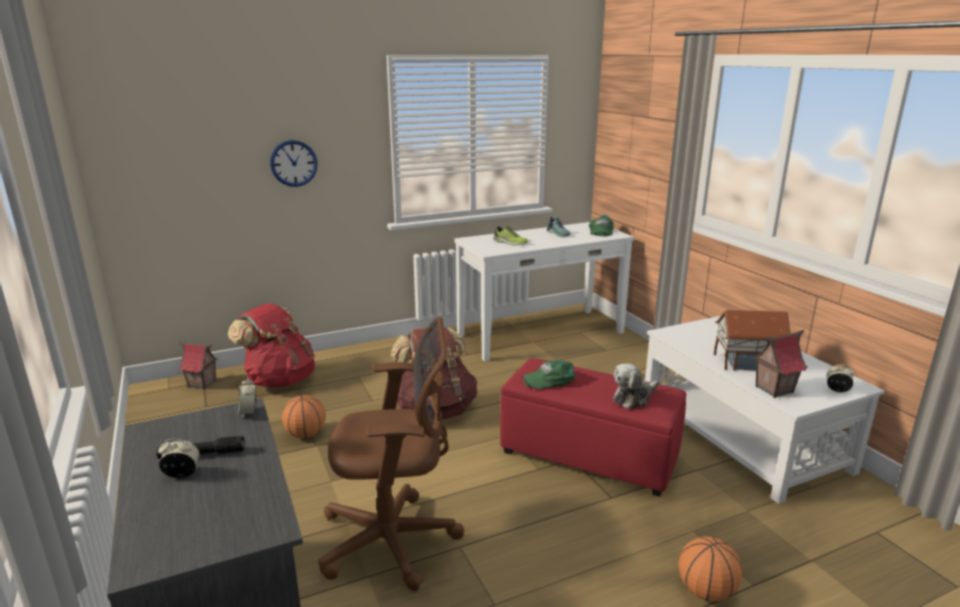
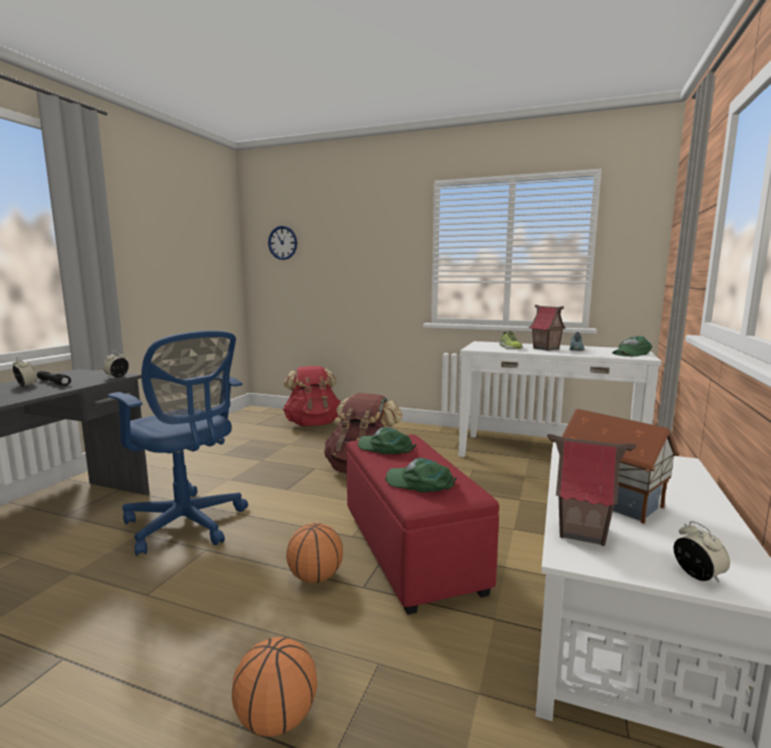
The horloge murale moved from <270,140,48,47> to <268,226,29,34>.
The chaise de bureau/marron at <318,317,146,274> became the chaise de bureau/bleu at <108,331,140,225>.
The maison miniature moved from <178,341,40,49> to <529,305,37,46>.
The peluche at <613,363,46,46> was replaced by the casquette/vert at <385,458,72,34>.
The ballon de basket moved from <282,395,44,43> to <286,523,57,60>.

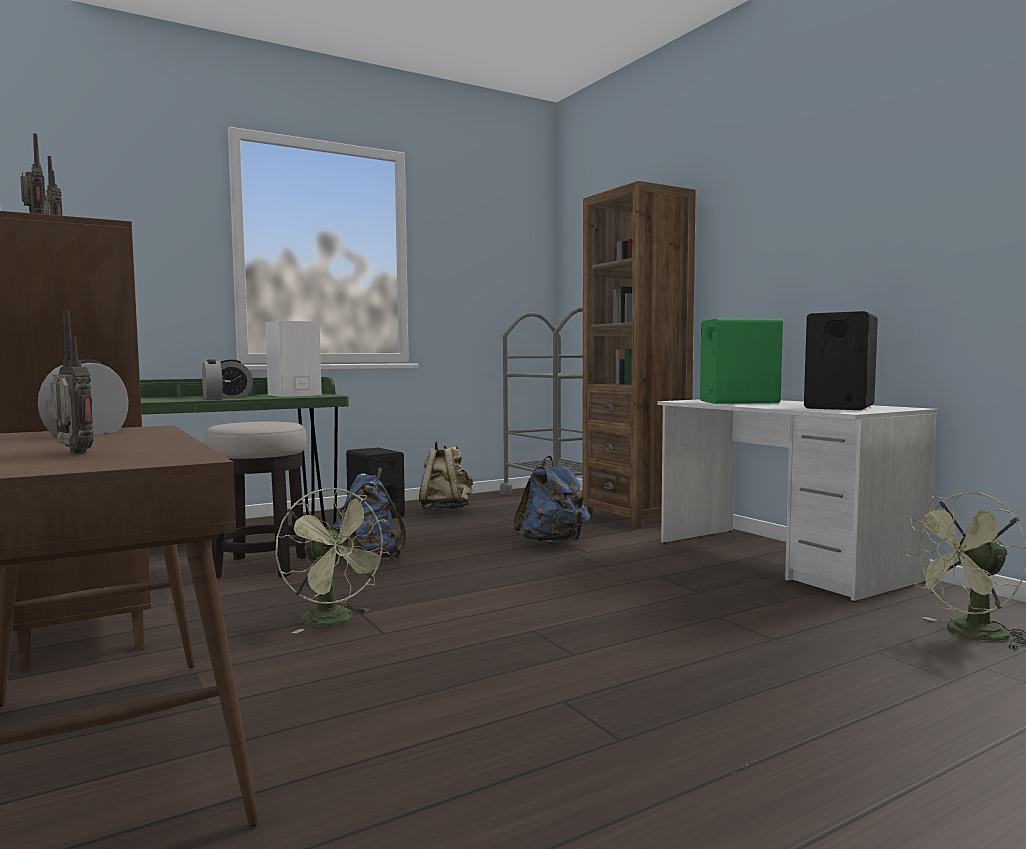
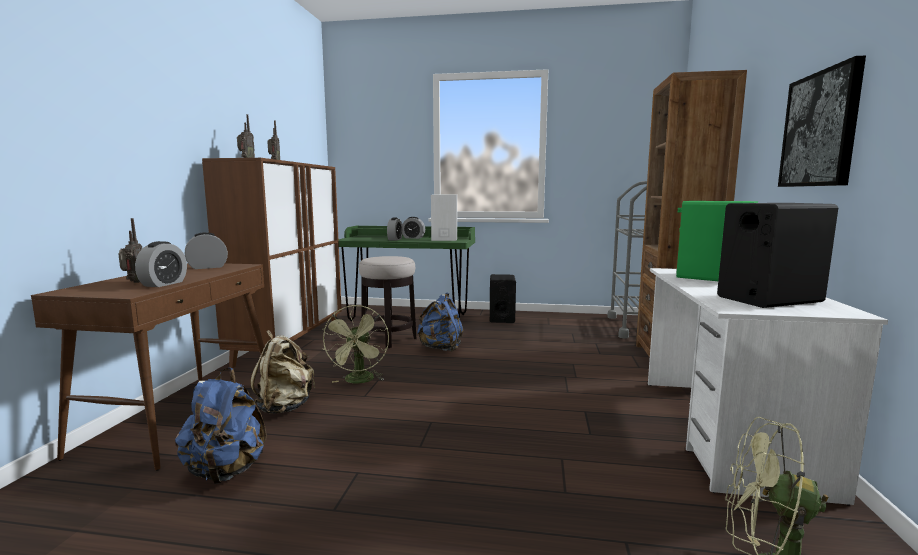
The sac à dos/beige moved from <419,441,54,69> to <250,330,65,84>.
The sac à dos/bleu moved from <513,456,77,88> to <175,368,92,116>.
The tableau at <778,55,88,132> appeared.
The réveil at <135,241,52,46> appeared.

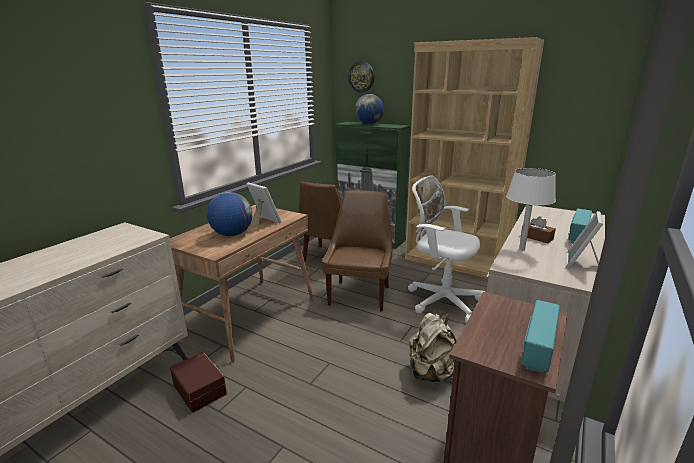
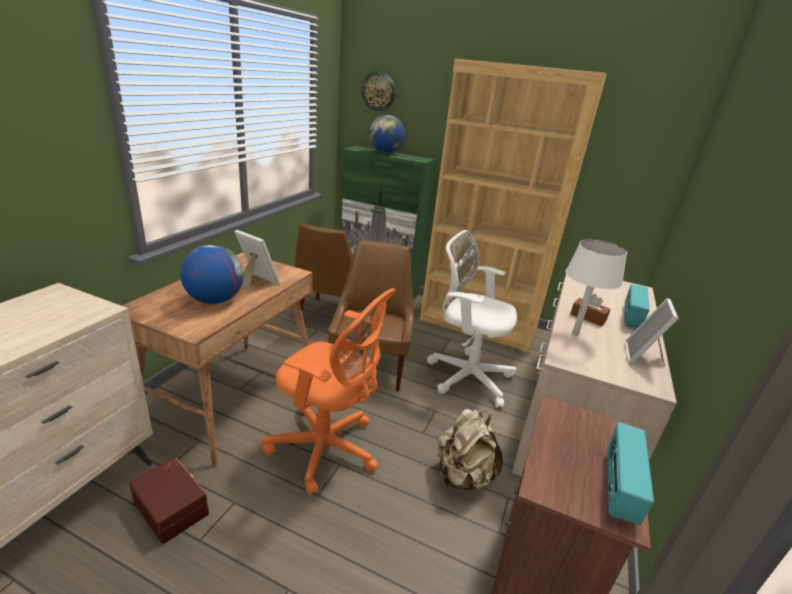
The chaise de bureau/orange at <261,288,135,208> appeared.

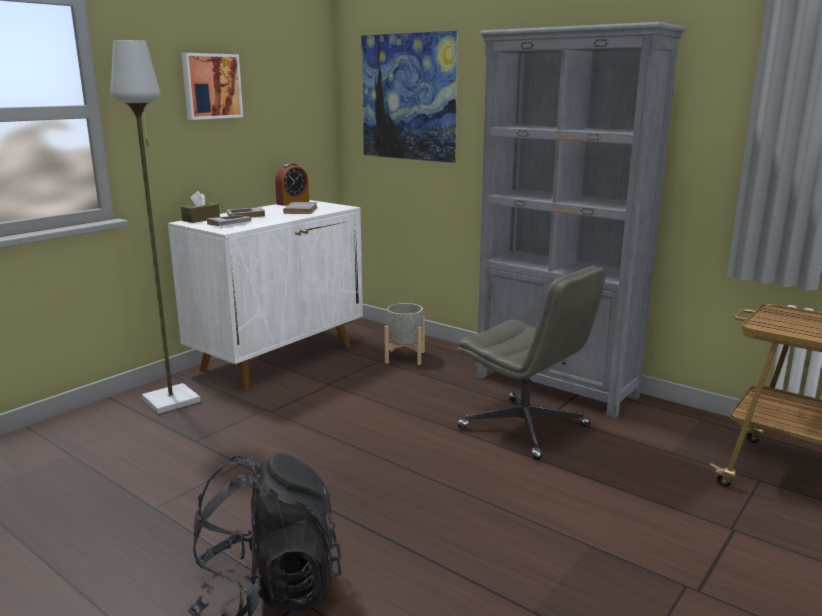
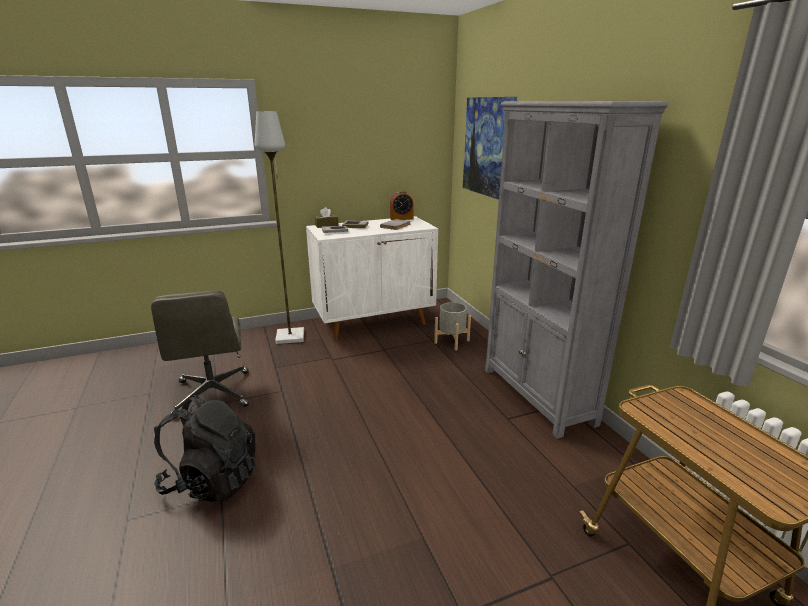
The tableau at <181,53,62,67> disappeared.
The chaise de bureau/gris moved from <457,265,149,195> to <151,291,98,127>.

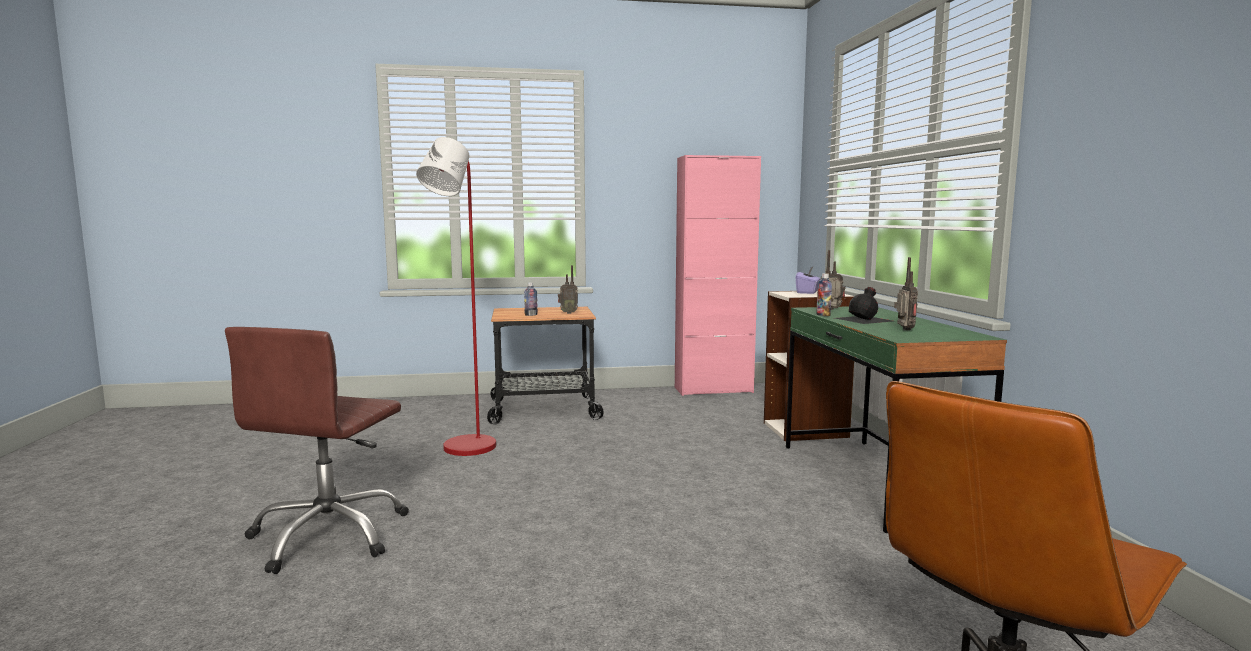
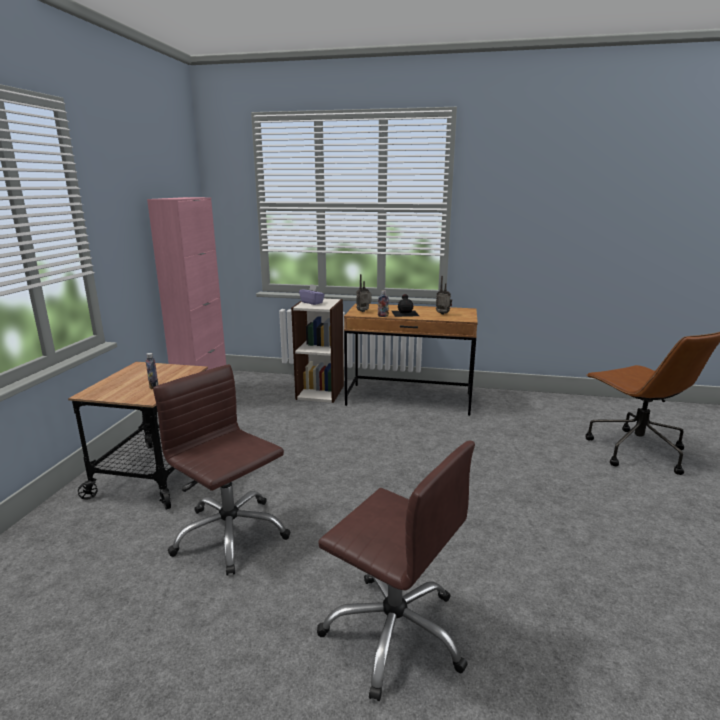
The lampadaire/rouge at <416,137,80,319> was replaced by the chaise de bureau/marron at <153,364,138,211>.
The radio at <558,265,20,49> disappeared.
The bureau/vert at <786,306,221,227> became the bureau/marron at <344,303,134,113>.

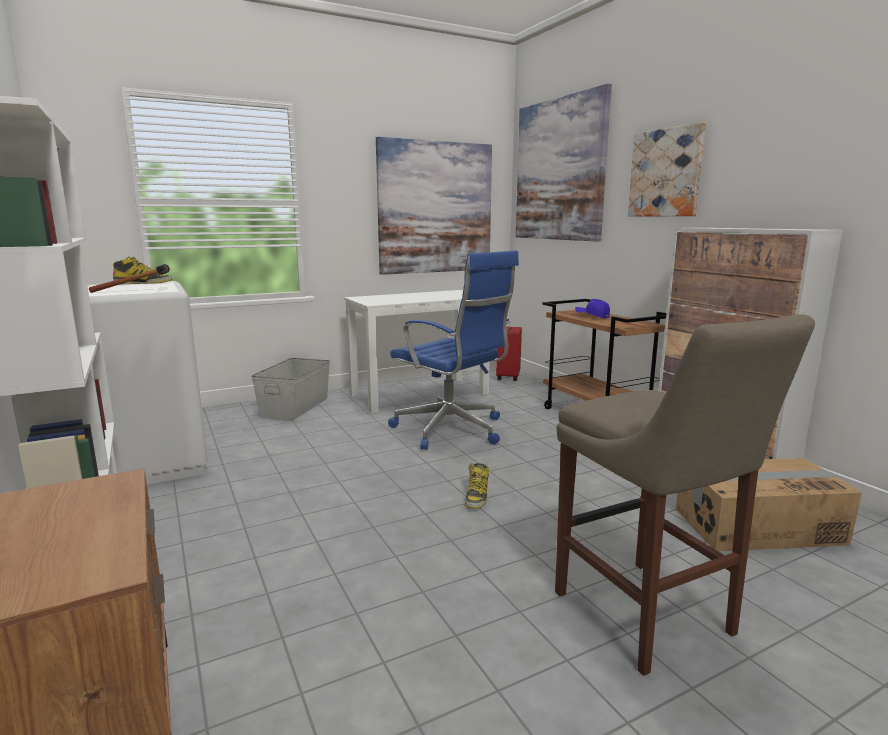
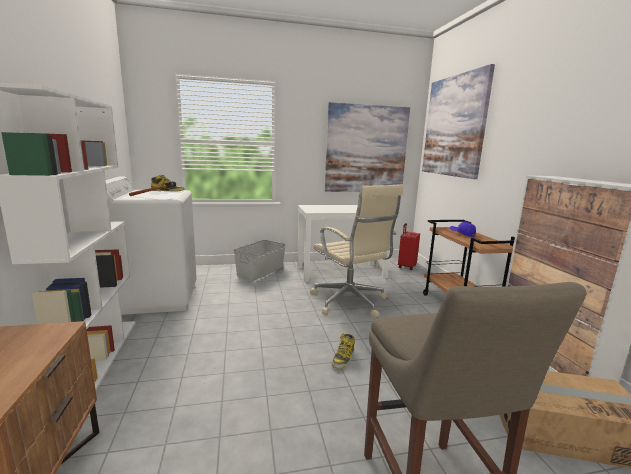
The tableau at <628,122,78,95> disappeared.
The chaise de bureau/bleu at <388,250,131,200> became the chaise de bureau/beige at <310,184,93,134>.

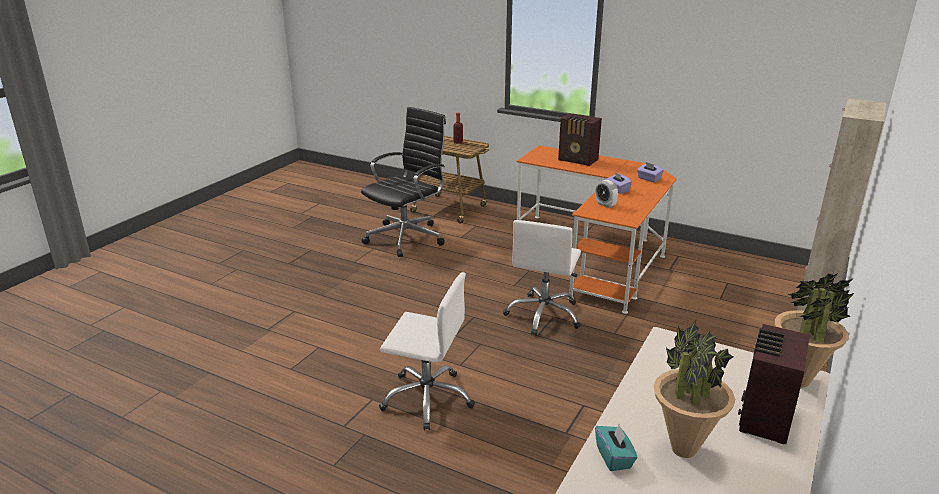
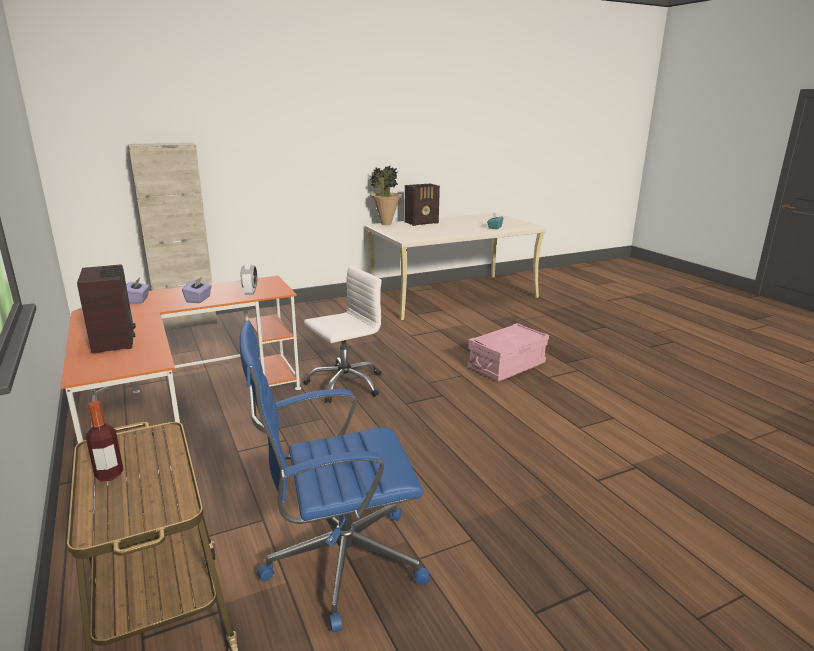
The chaise de bureau/noir at <361,107,85,150> became the chaise de bureau/bleu at <240,320,189,313>.
The chaise de bureau/blanc at <379,272,96,158> was replaced by the boîte de rangement/rose at <468,323,81,58>.
The plante en pot at <654,320,81,138> disappeared.

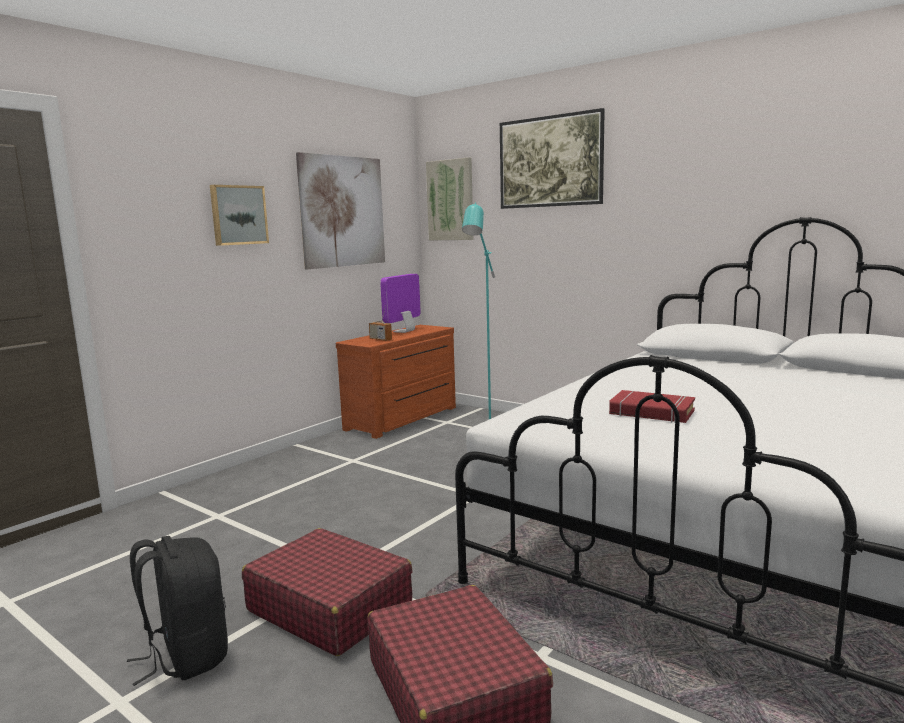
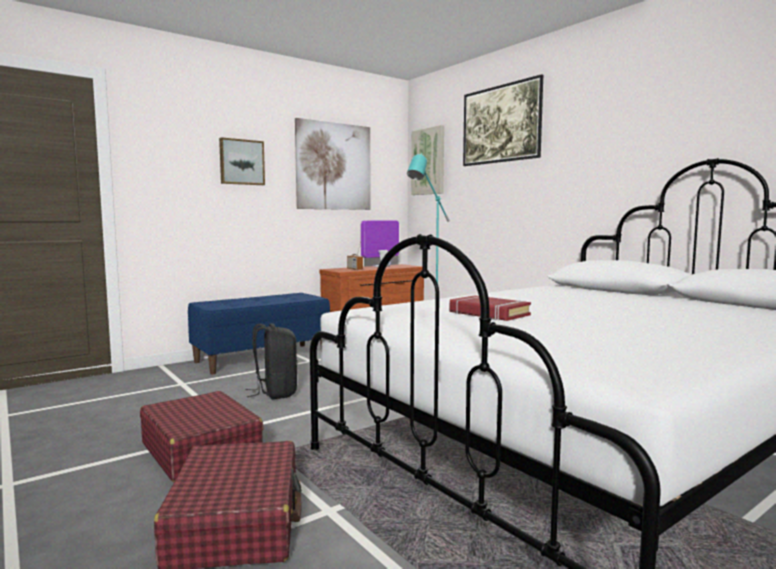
The sac à dos/noir moved from <127,536,101,150> to <246,323,51,76>.
The banc/bleu at <188,293,142,81> appeared.

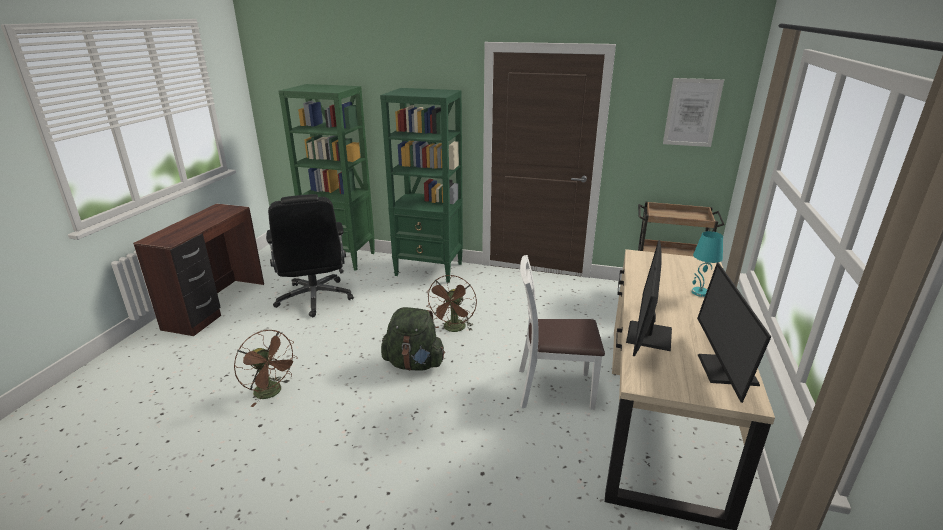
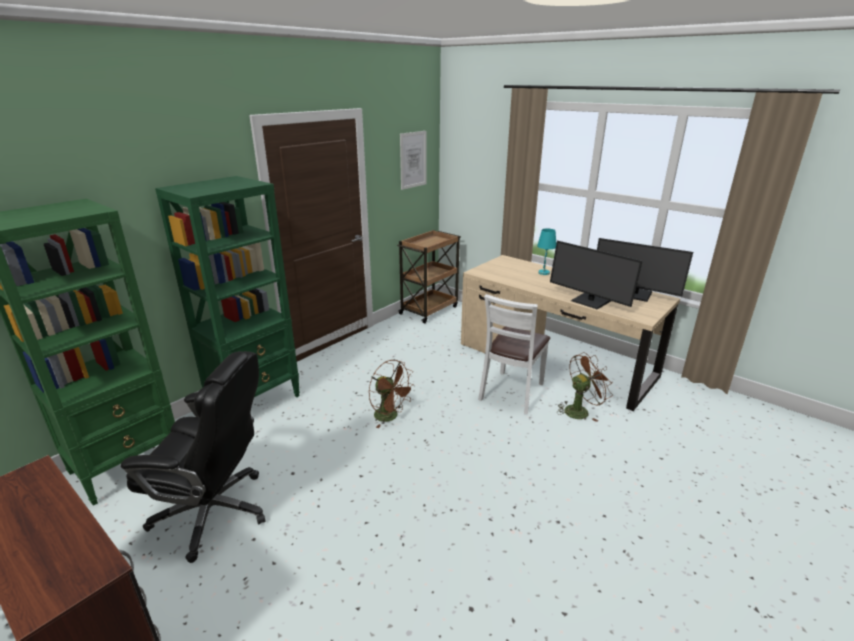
The sac à dos/vert at <381,307,64,64> disappeared.
The ventilateur/marron moved from <234,330,64,77> to <557,352,56,70>.

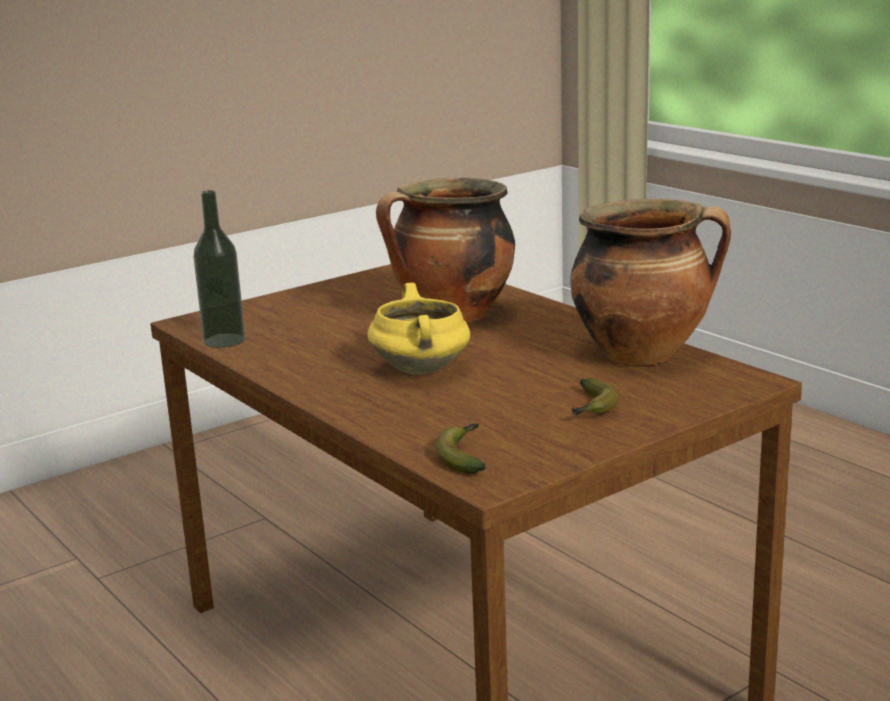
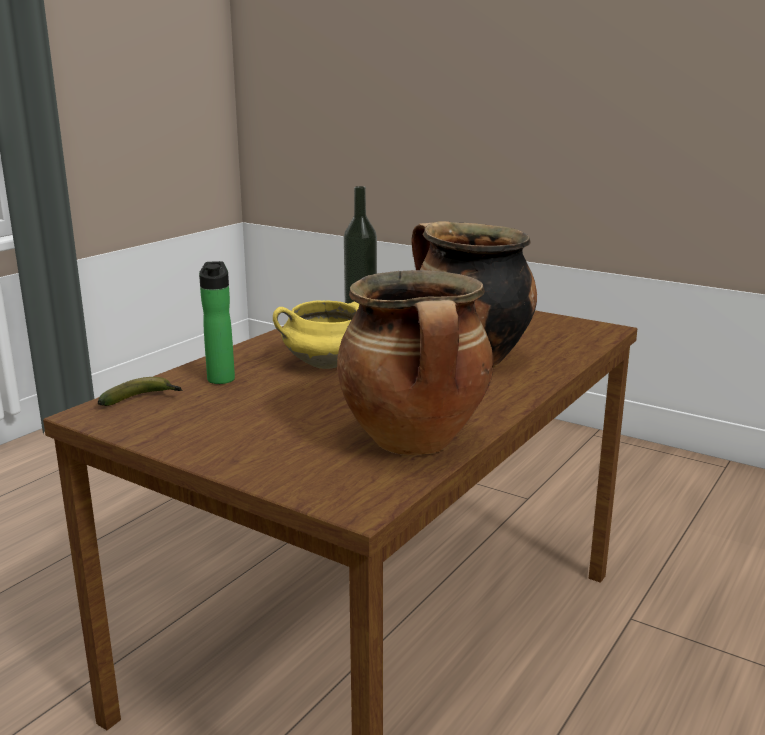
The banane at <572,378,47,37> disappeared.
The bouteille at <199,261,36,123> appeared.

